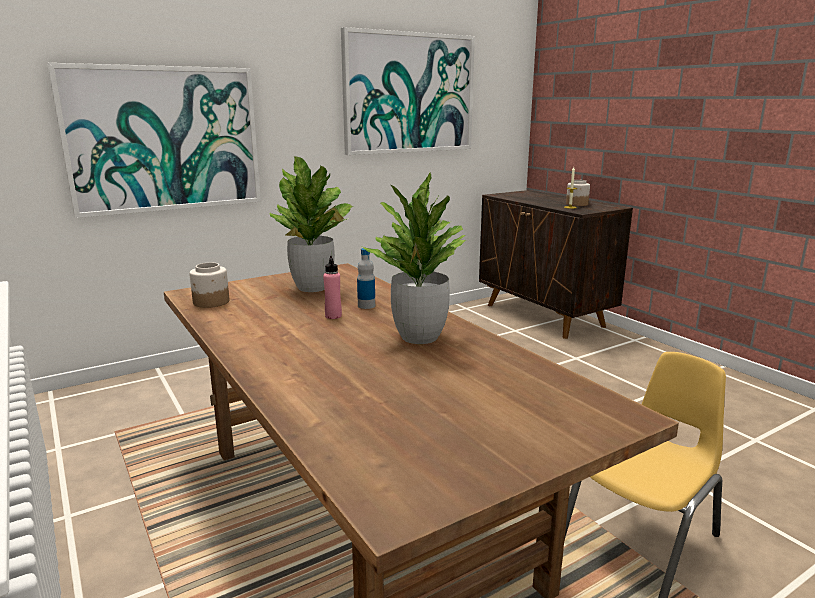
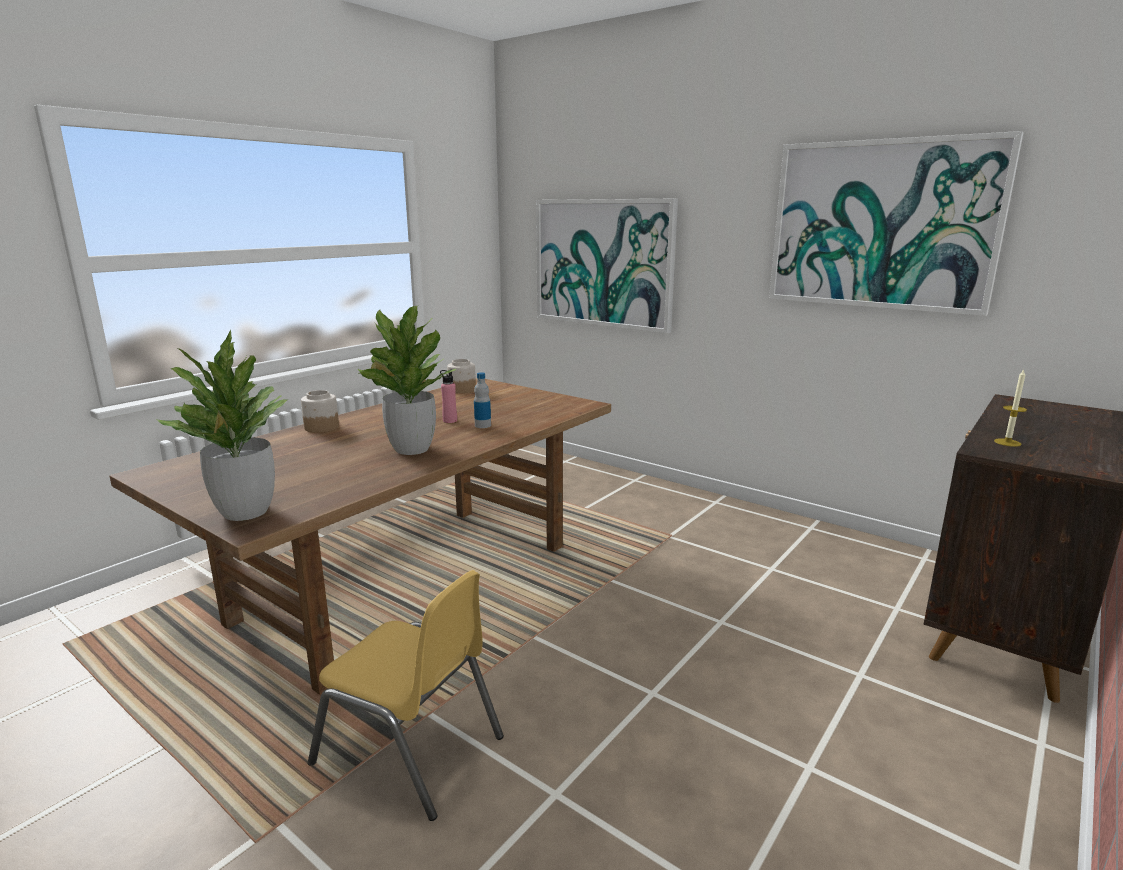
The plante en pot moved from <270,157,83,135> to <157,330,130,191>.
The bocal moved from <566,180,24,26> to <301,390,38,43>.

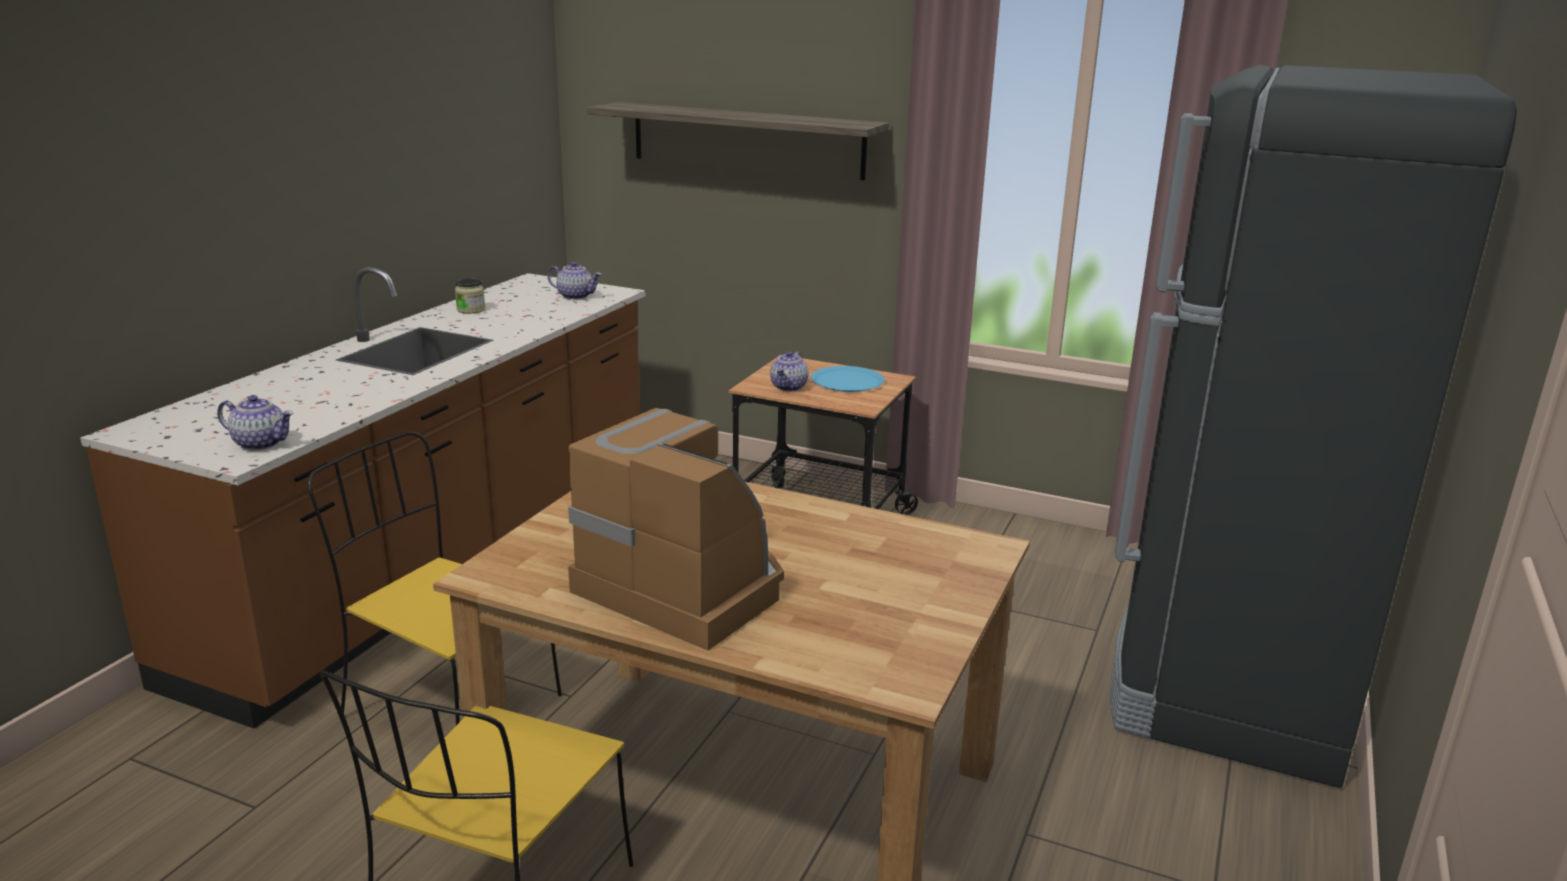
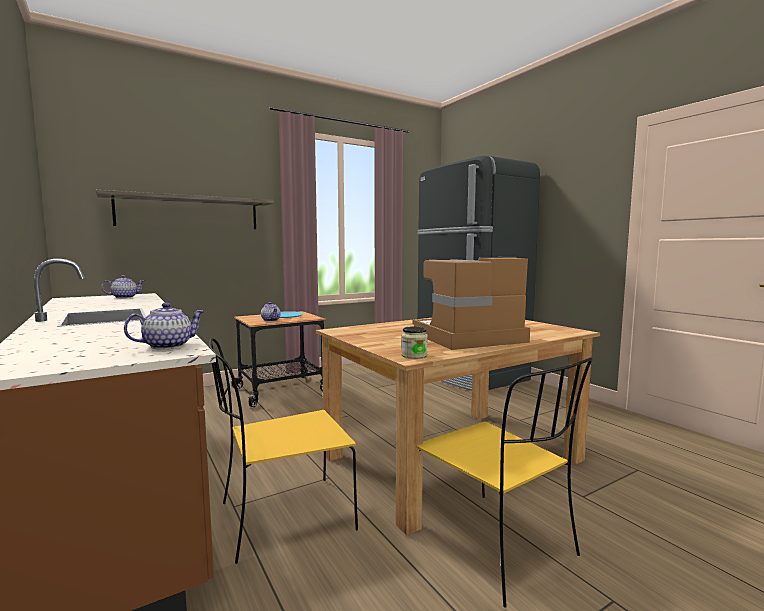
The bocal moved from <455,278,30,36> to <401,326,27,33>.

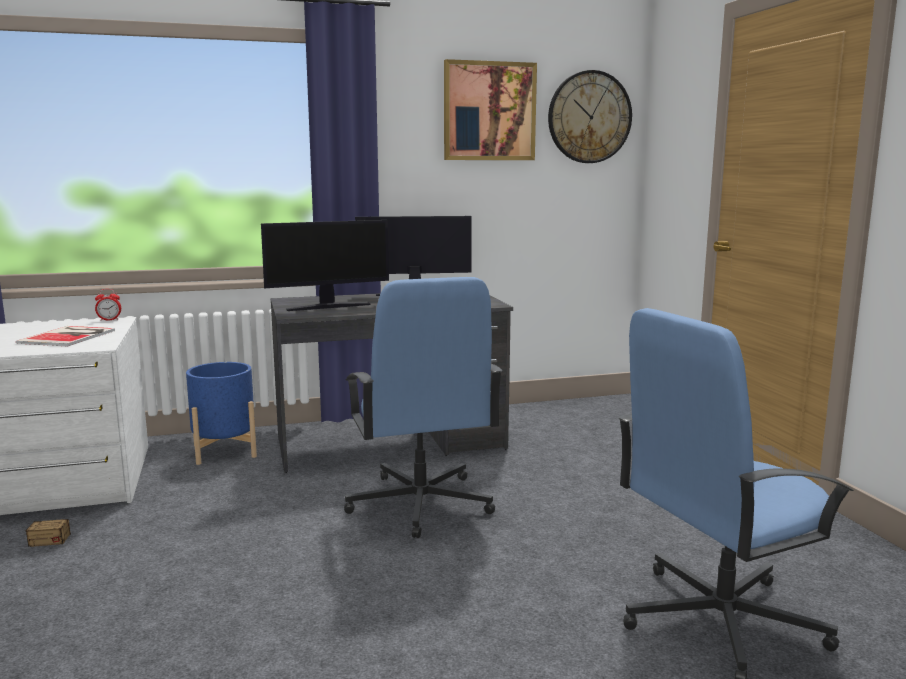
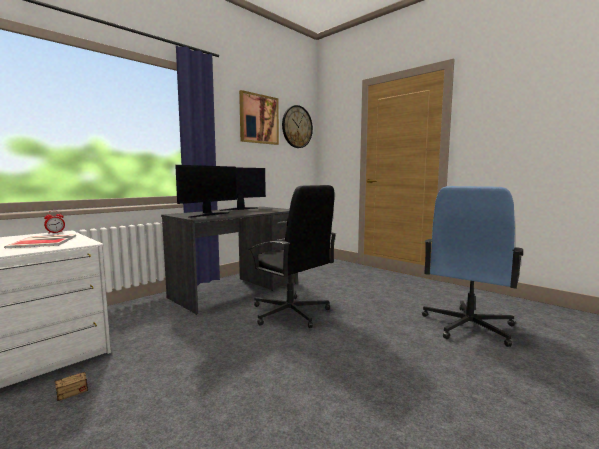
The chaise de bureau/bleu at <344,277,159,261> became the chaise de bureau/noir at <248,185,88,143>.
The cache-pot/bleu at <186,362,71,103> disappeared.

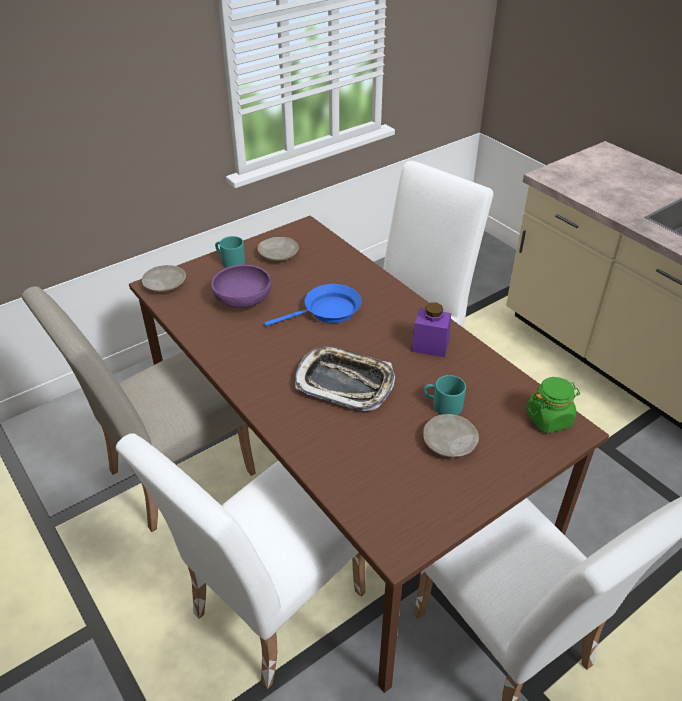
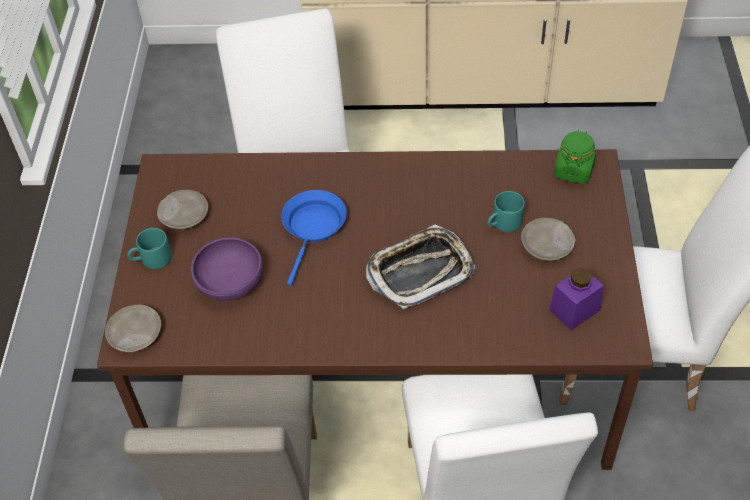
The bocal/violet moved from <411,302,40,55> to <549,267,55,63>.

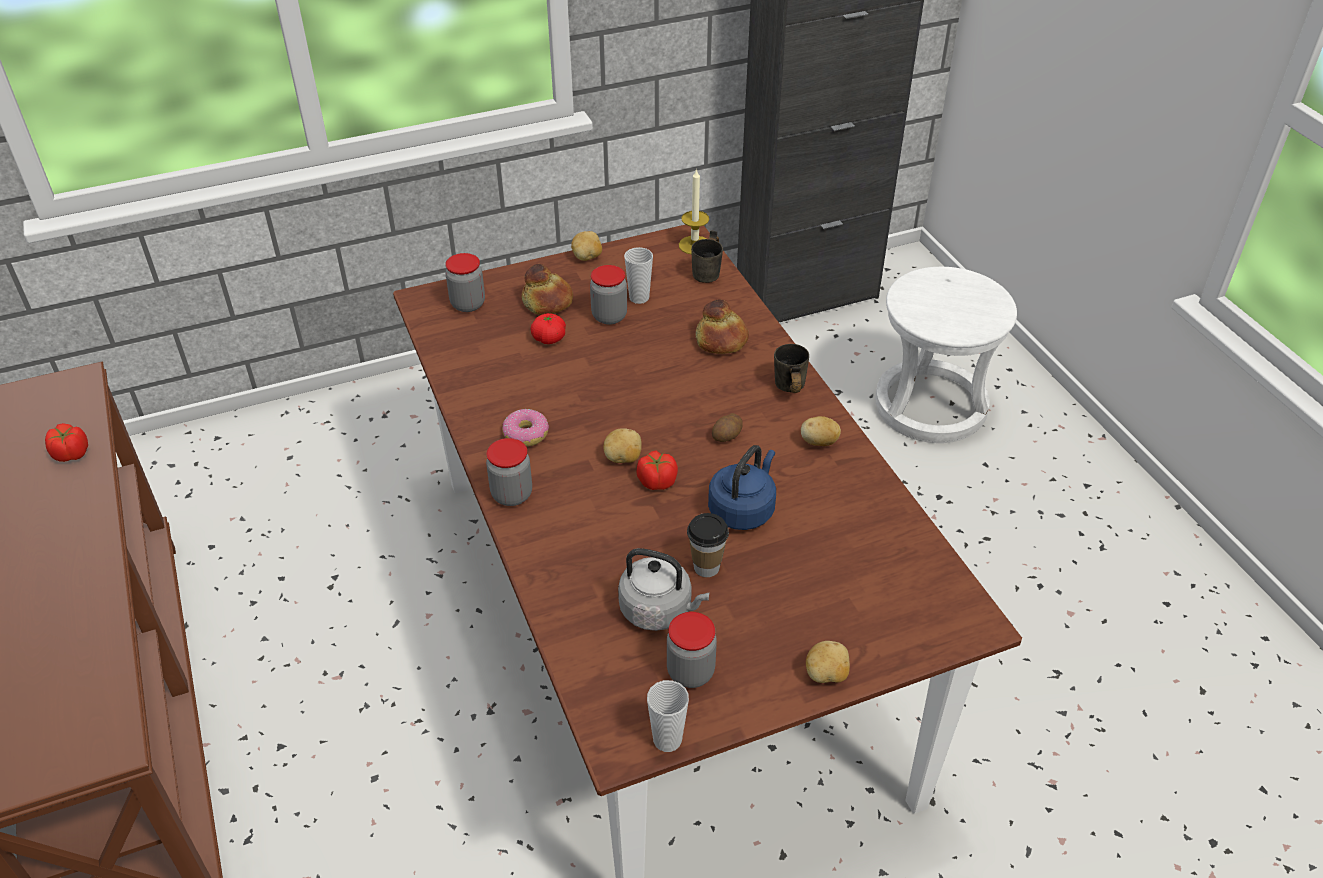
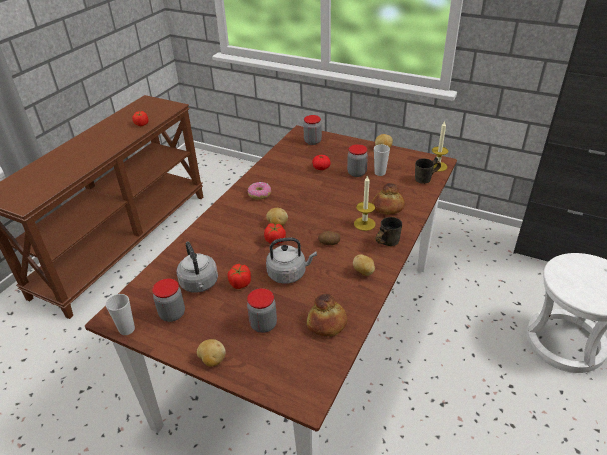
The pain moved from <521,264,52,51> to <307,294,40,42>.
The bocal moved from <486,438,46,68> to <247,288,30,45>.
The bouilloire/bleu at <708,445,68,85> became the bouilloire/gris at <266,237,51,47>.
The tasse at <687,513,42,64> was replaced by the tomate at <228,264,23,25>.
The bougie at <354,175,21,56> appeared.

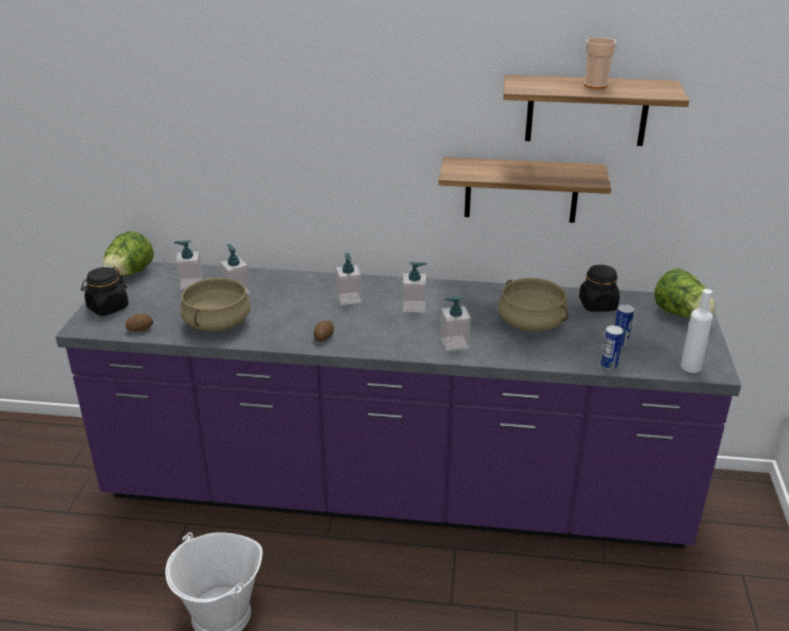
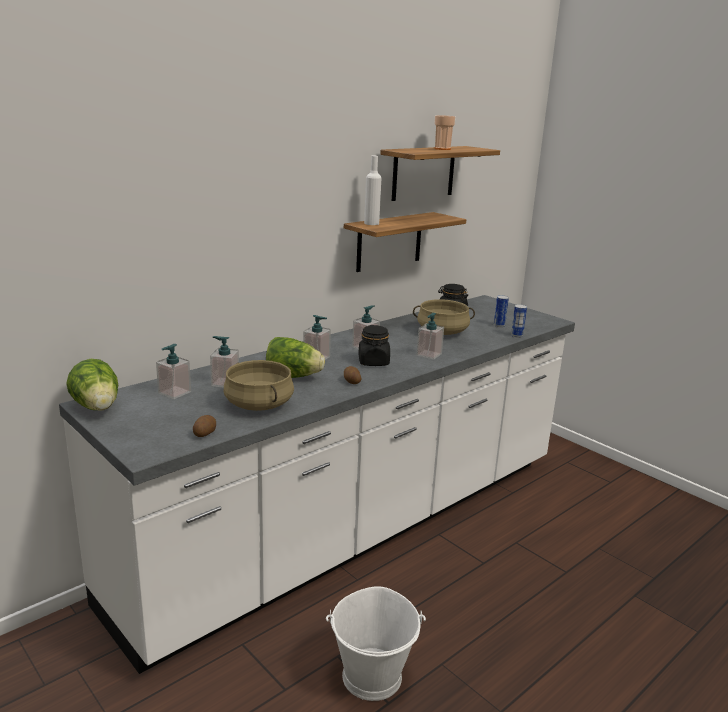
The comptoir de cuisine/violet at <56,262,685,287> became the comptoir de cuisine/blanc at <59,295,516,379>.
The bocal/noir moved from <81,267,48,49> to <358,325,32,41>.
The laitue moved from <654,269,62,49> to <266,337,59,41>.
The bouteille/blanc moved from <681,289,32,84> to <364,156,17,69>.

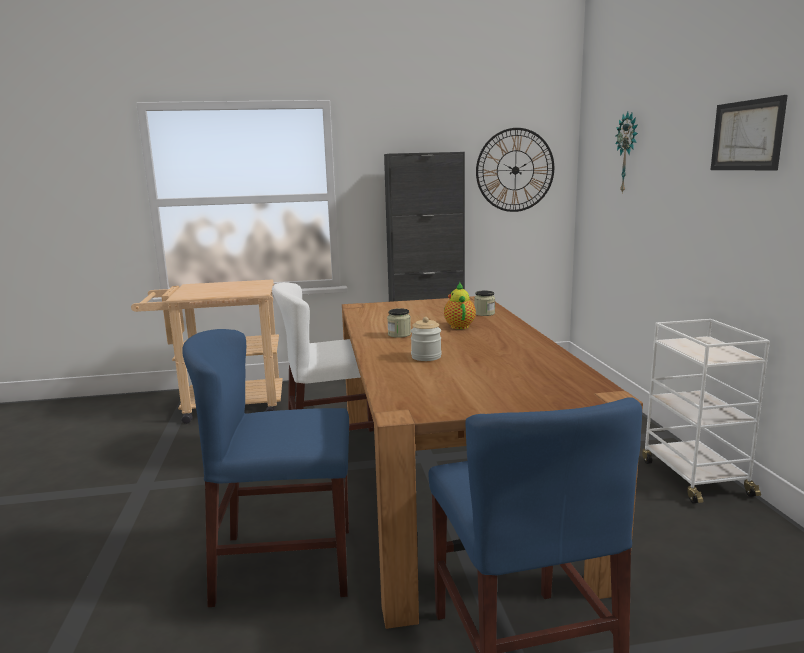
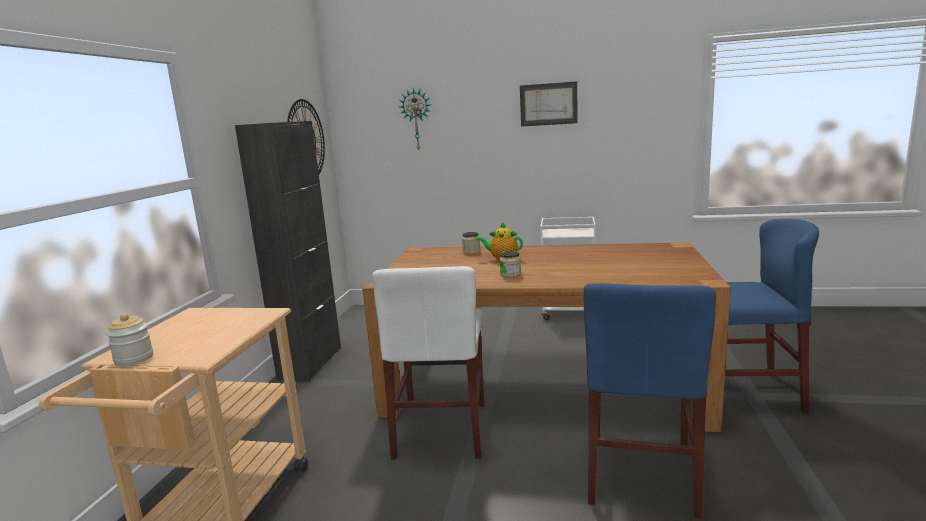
The bocal moved from <411,317,31,44> to <106,314,47,52>.

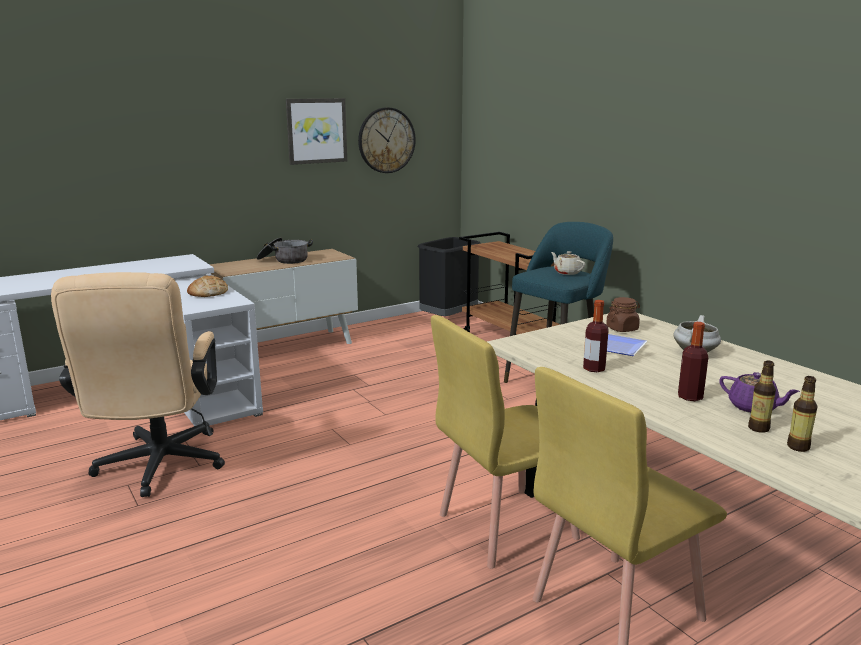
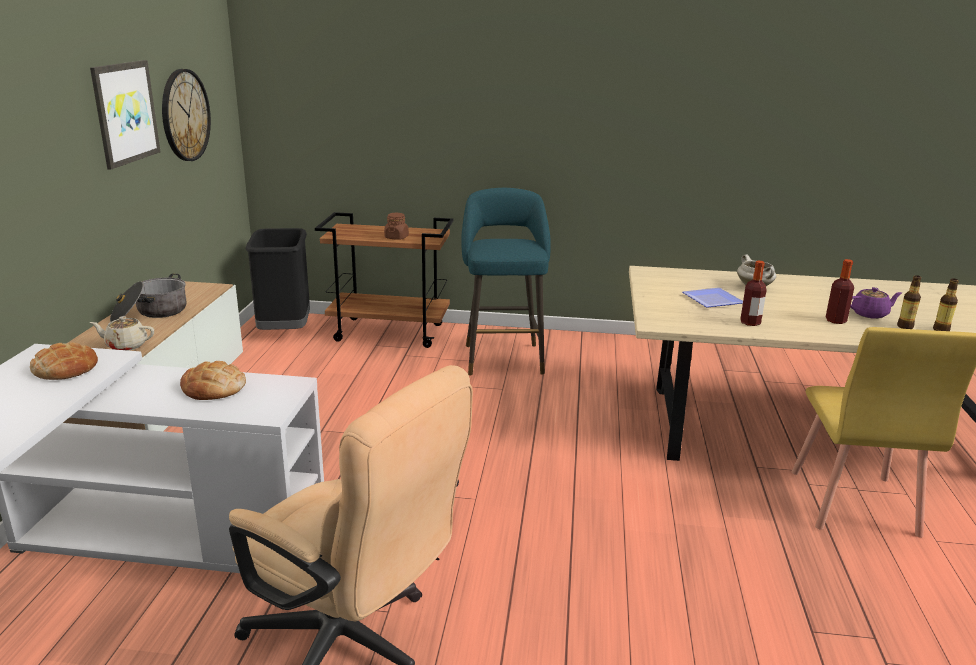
The théière/beige moved from <551,251,34,24> to <90,316,64,35>.
The bocal/marron moved from <606,297,34,35> to <384,213,25,27>.
The chaise/jaune at <431,315,149,254> disappeared.
The pain at <30,342,68,38> appeared.

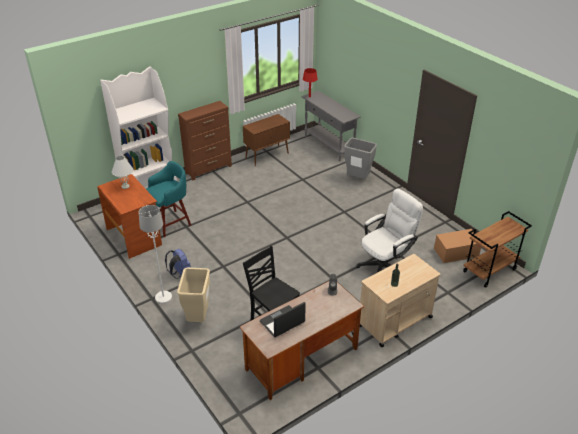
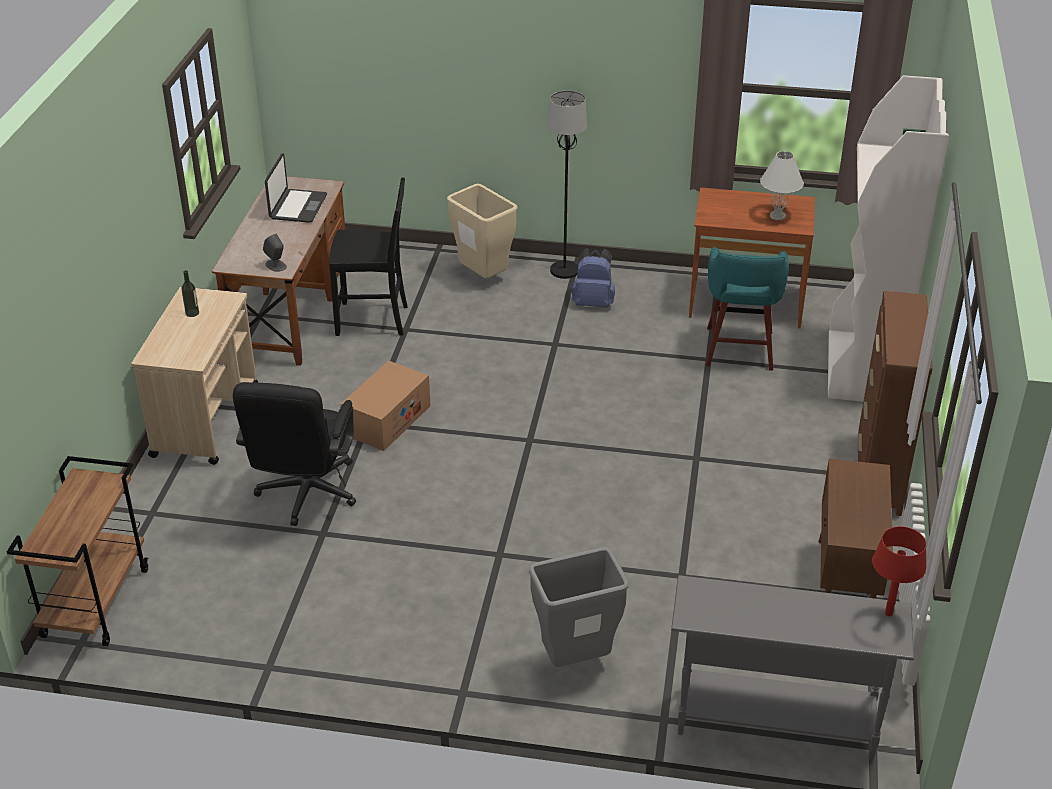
The chaise de bureau/blanc at <356,188,67,85> became the chaise de bureau/noir at <233,382,123,144>.
The lampadaire/blanc at <139,205,33,99> became the lampadaire/noir at <548,91,39,188>.
The carton moved from <434,229,47,34> to <340,361,90,90>.

